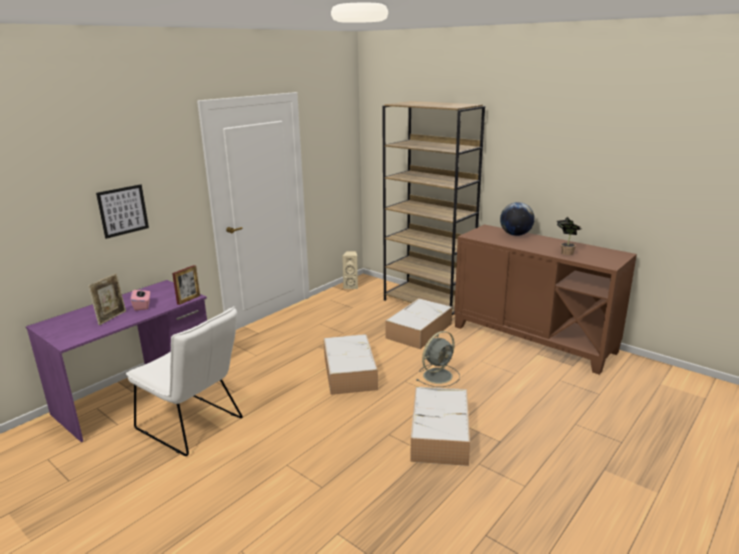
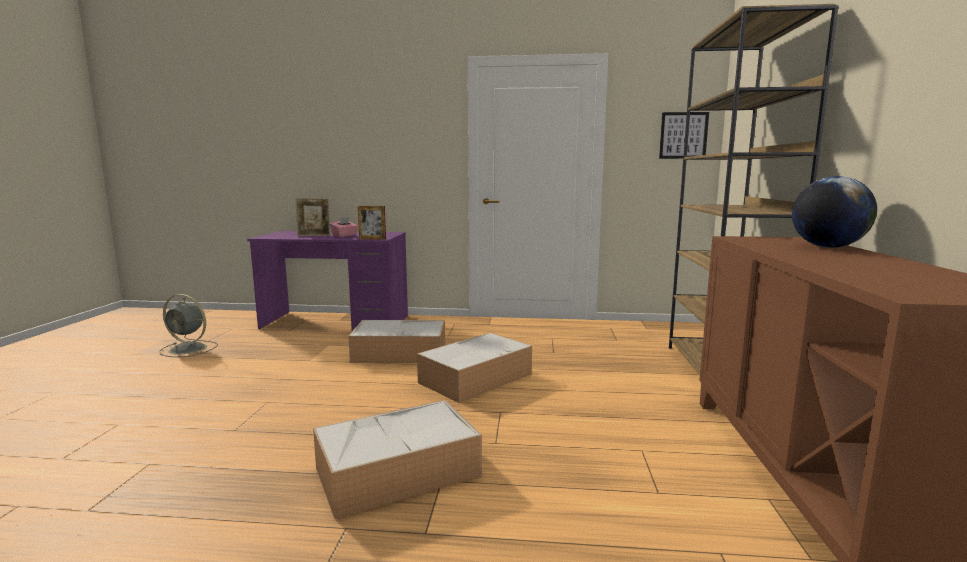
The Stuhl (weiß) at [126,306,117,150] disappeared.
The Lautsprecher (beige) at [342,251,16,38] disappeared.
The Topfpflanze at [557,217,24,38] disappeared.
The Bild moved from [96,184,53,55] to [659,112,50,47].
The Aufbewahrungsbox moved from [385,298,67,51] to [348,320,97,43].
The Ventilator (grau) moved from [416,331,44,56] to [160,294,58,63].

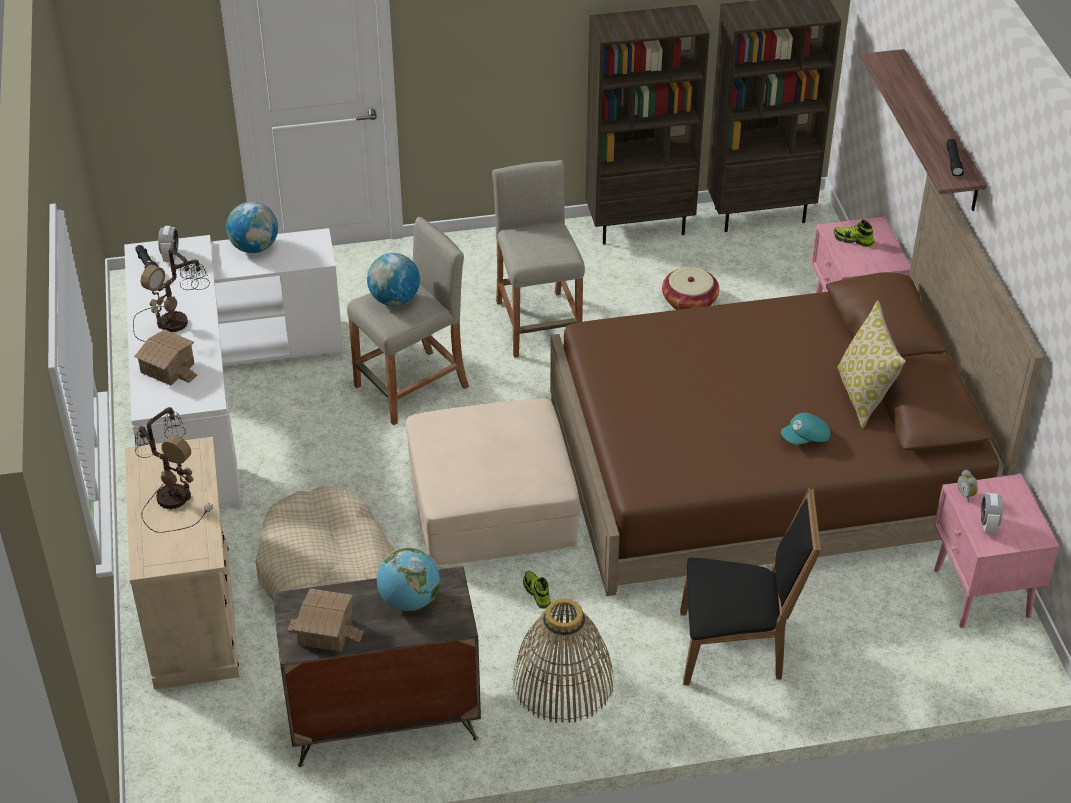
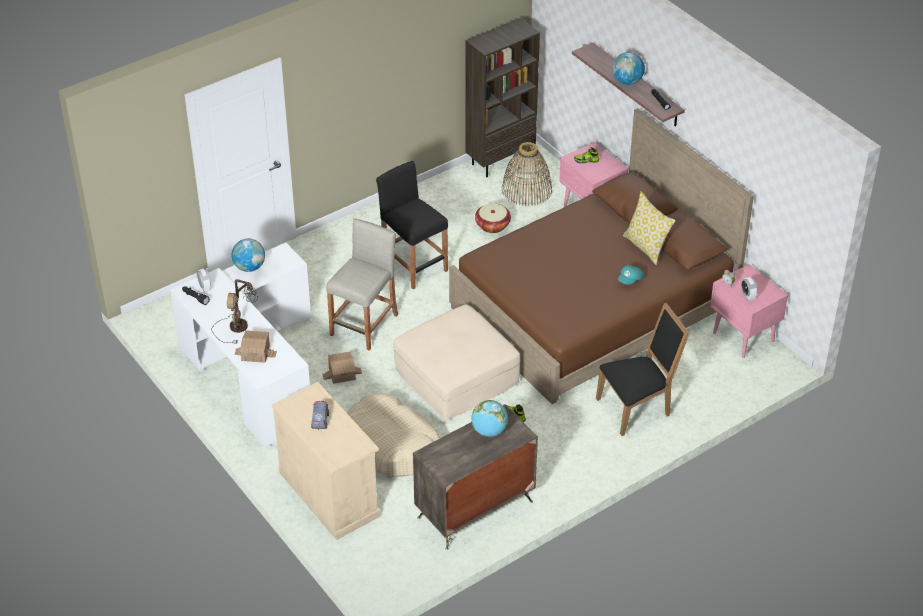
The Bücherregal (braun) at [585,5,125,240] disappeared.
The Spielzeughaus moved from [287,588,77,64] to [323,352,39,32].
The Globus moved from [367,253,53,53] to [612,52,33,33].
The Korb moved from [513,599,101,124] to [502,142,50,64].
The Tischlampe at [135,407,78,126] was replaced by the Spielzeuglaster at [311,401,18,29].
The Hocker (beige) at [492,160,93,198] became the Hocker (schwarz) at [376,161,72,128].

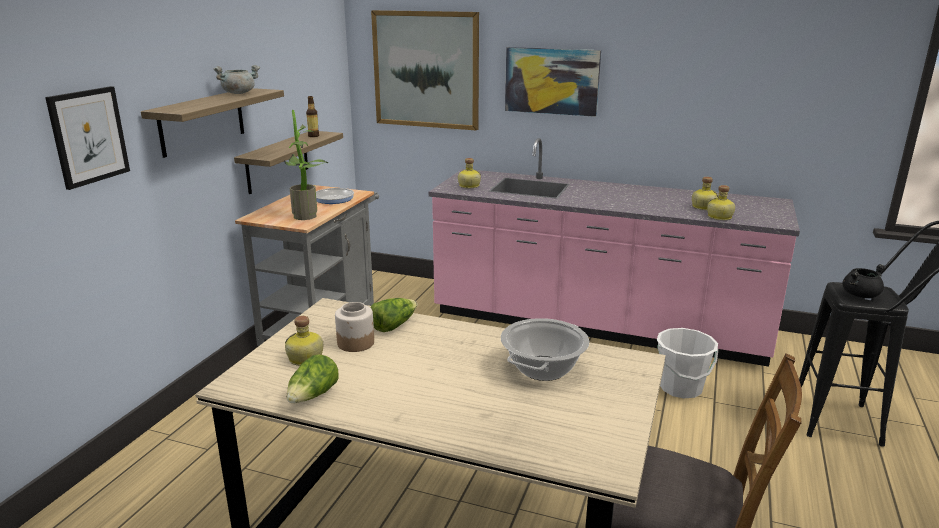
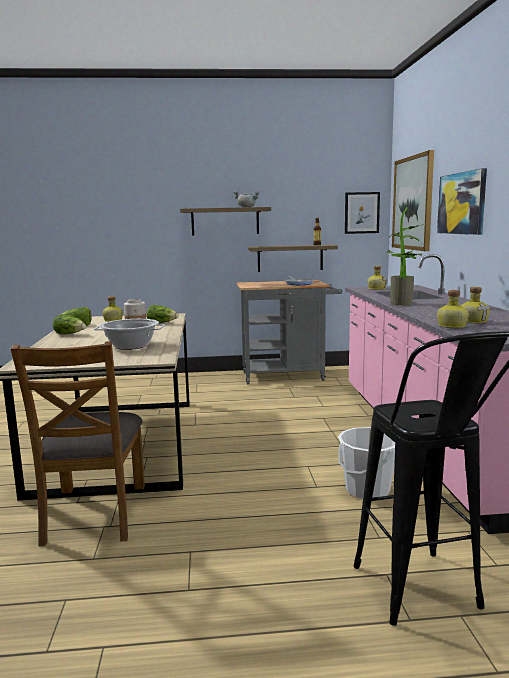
The Kochtopf (schwarz) at [842,264,44,34] disappeared.
The Salatkopf at [53,314,33,21] appeared.
The Bild moved from [45,86,85,104] to [345,192,35,42].
The Topfpflanze moved from [284,110,45,110] to [387,207,37,98].

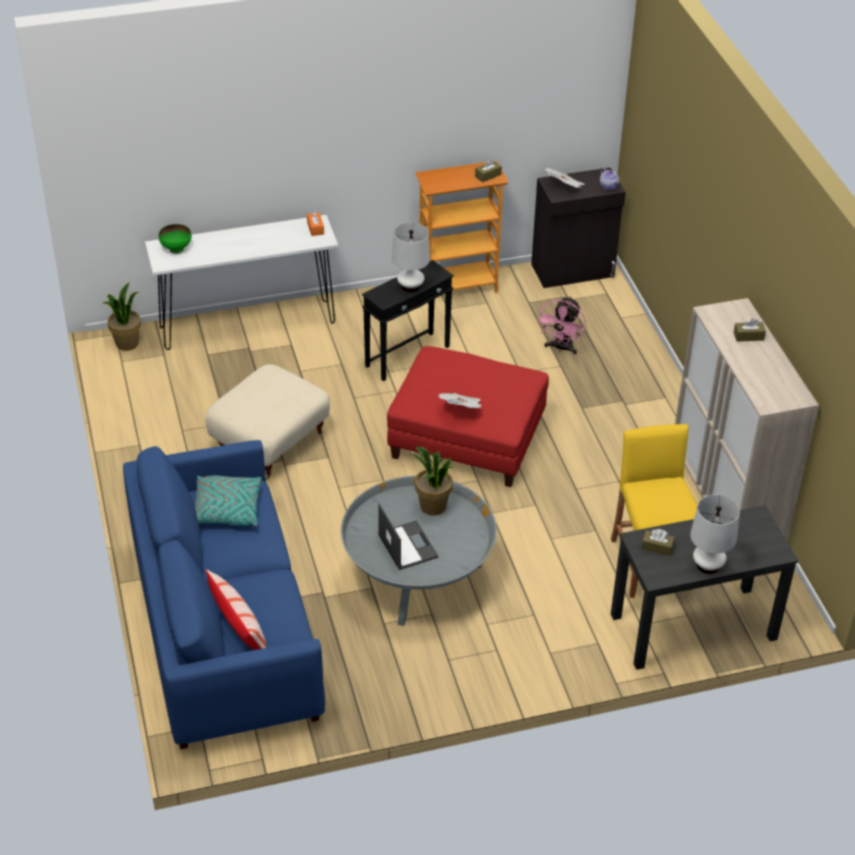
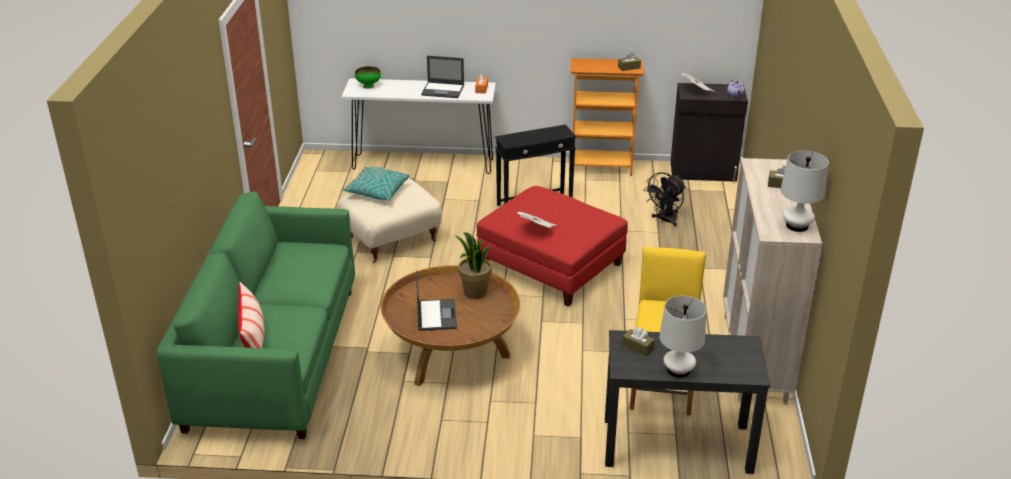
The Topfpflanze at [103,282,38,69] disappeared.
The Laptop at [421,56,43,42] appeared.
The Kissen (türkis) moved from [194,476,68,50] to [342,166,68,35].
The Tischlampe (weiß) moved from [392,222,38,70] to [781,151,48,81].
The Sofa (blau) at [123,440,202,309] became the Sofa (grün) at [157,192,198,247].
The Couchtisch (grau) at [341,476,156,150] became the Couchtisch (braun) at [381,265,139,121].
The Ventilator (rosa) at [536,296,50,58] became the Ventilator (schwarz) at [643,172,43,55].

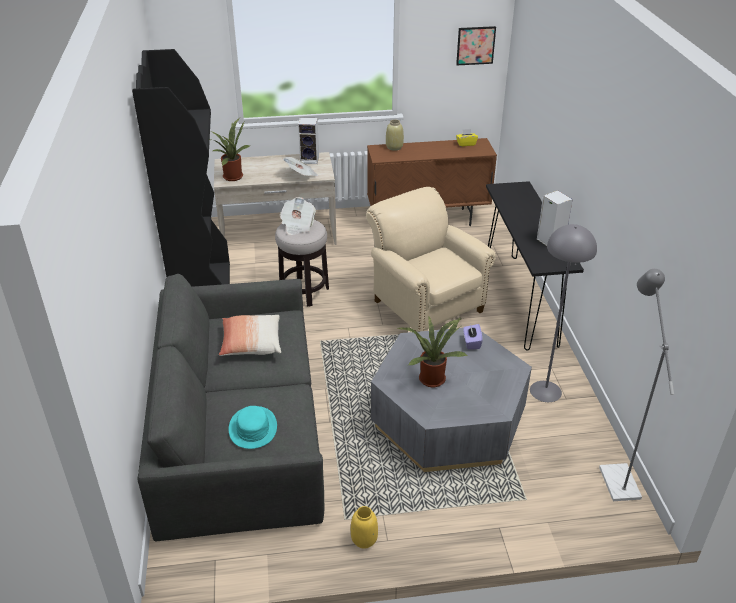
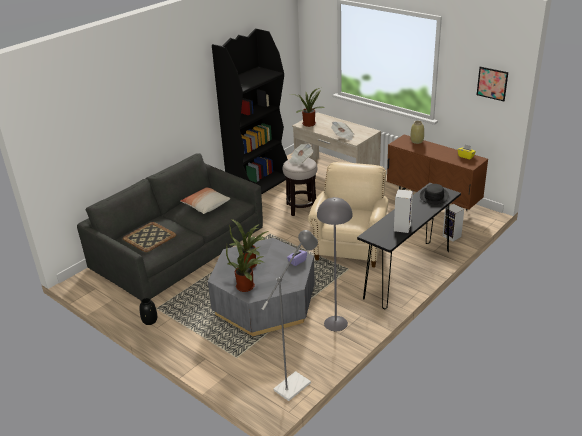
The Topfpflanze at [226,237,38,55] appeared.
The Hut (schwarz) at [420,184,29,20] appeared.
The Lautsprecher moved from [298,117,21,47] to [443,204,21,38].
The Hut (türkis) at [229,406,48,43] was replaced by the Tablett at [123,222,53,30].
The Vase (gelb) at [351,506,27,42] became the Vase (schwarz) at [139,298,18,27].

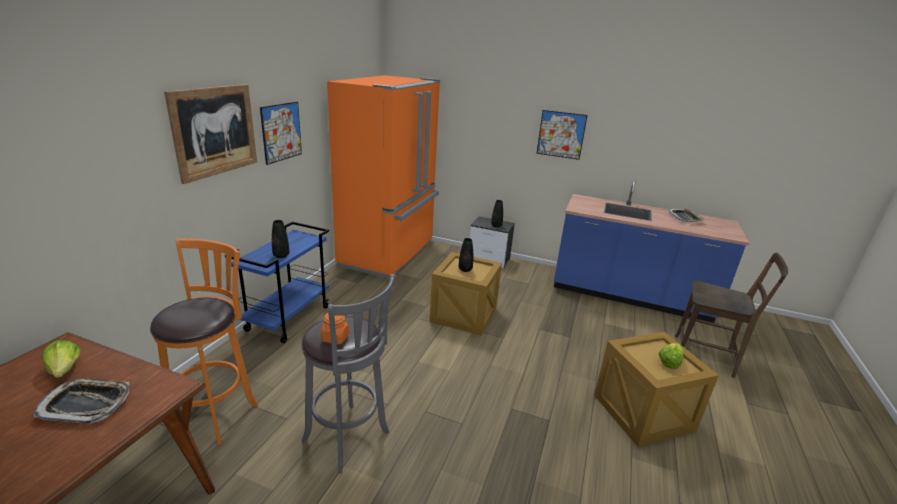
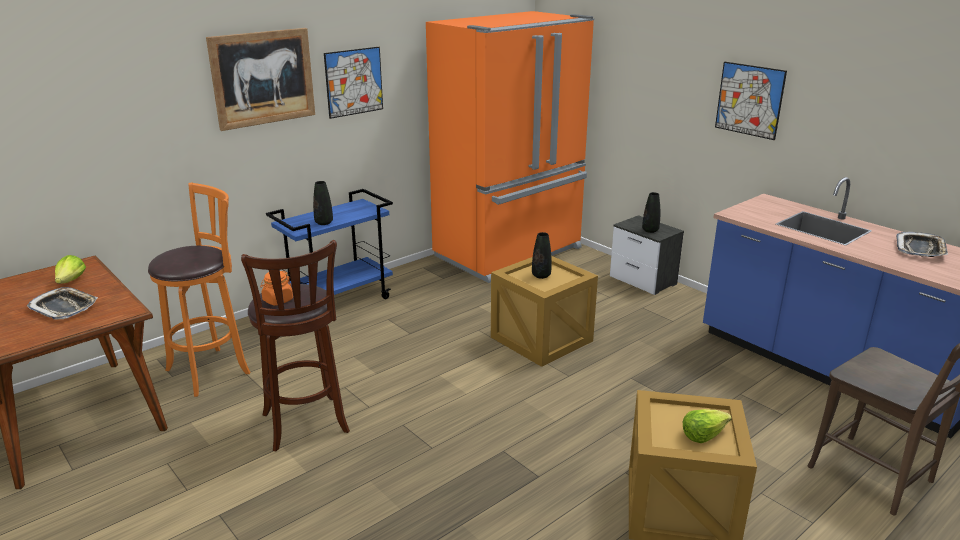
The Hocker (grau) at [302,274,93,199] became the Hocker (braun) at [241,240,109,212].

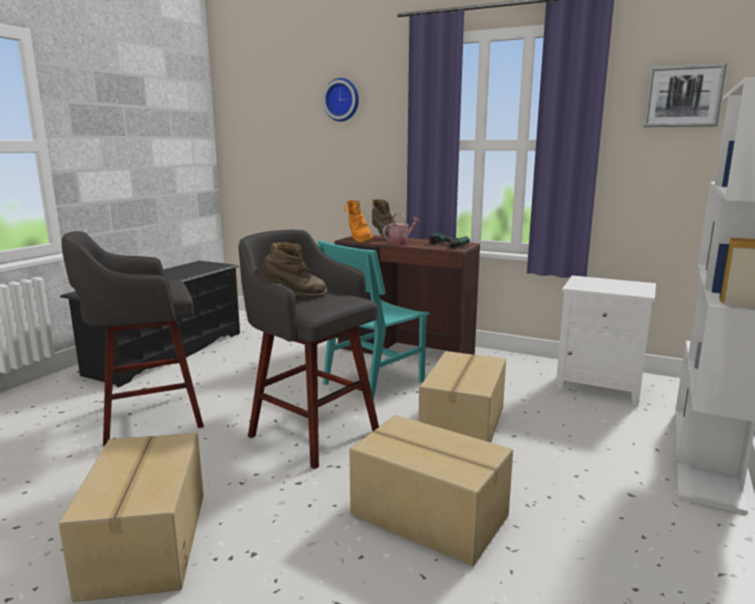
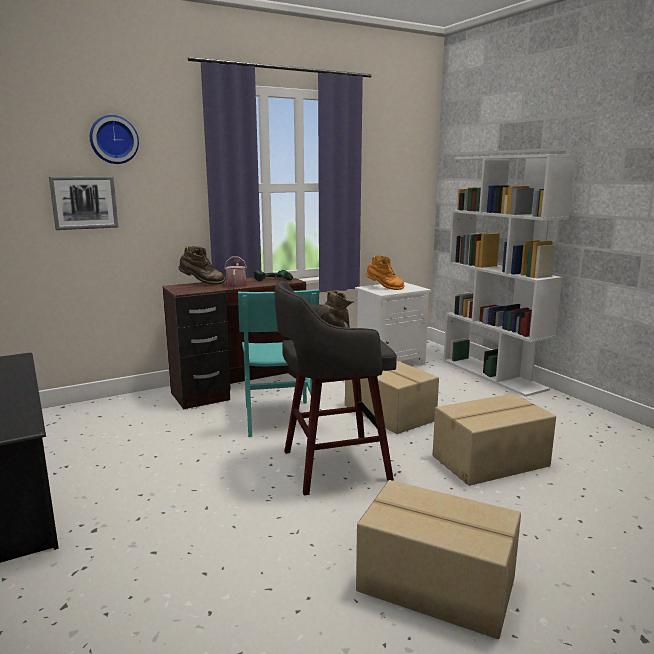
The Hocker (grau) at [61,231,143,215] disappeared.
The Stiefel (orange) moved from [344,200,29,42] to [366,256,39,34].
The Bild moved from [643,63,84,64] to [49,176,69,54].

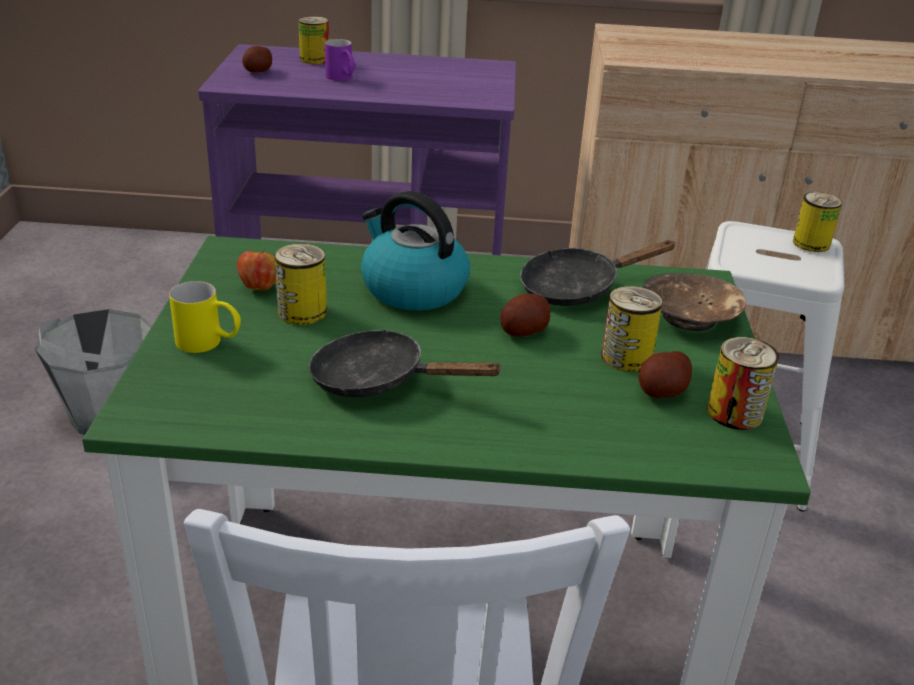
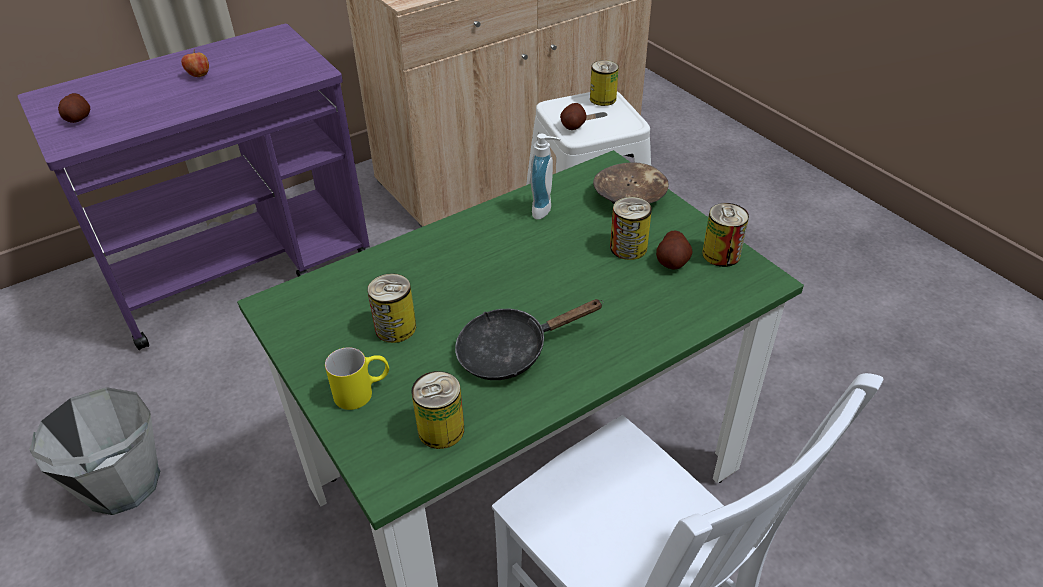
The Henkelbecher (lila) at [325,39,31,42] disappeared.
The Wasserkessel at [361,191,109,120] disappeared.
The Apfel moved from [237,247,39,44] to [181,50,28,27].
The Dose moved from [298,16,31,48] to [411,371,53,78].
The Kartoffel moved from [500,294,50,43] to [560,103,26,27].
The Pfanne (schwarz) at [520,240,156,66] was replaced by the Seifenspender at [530,134,30,85].

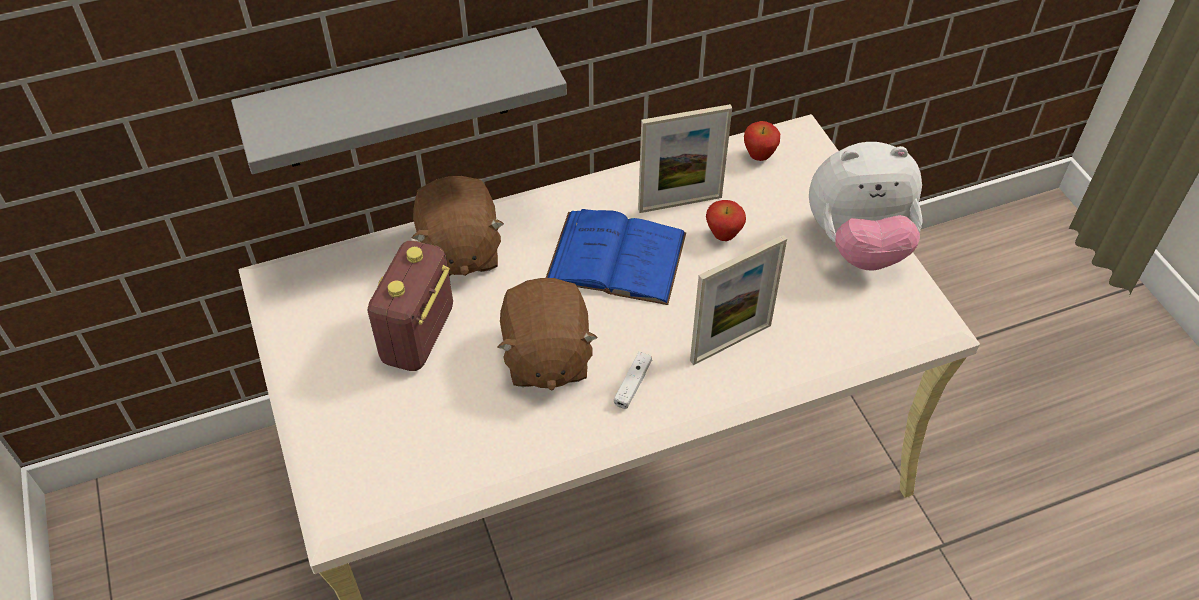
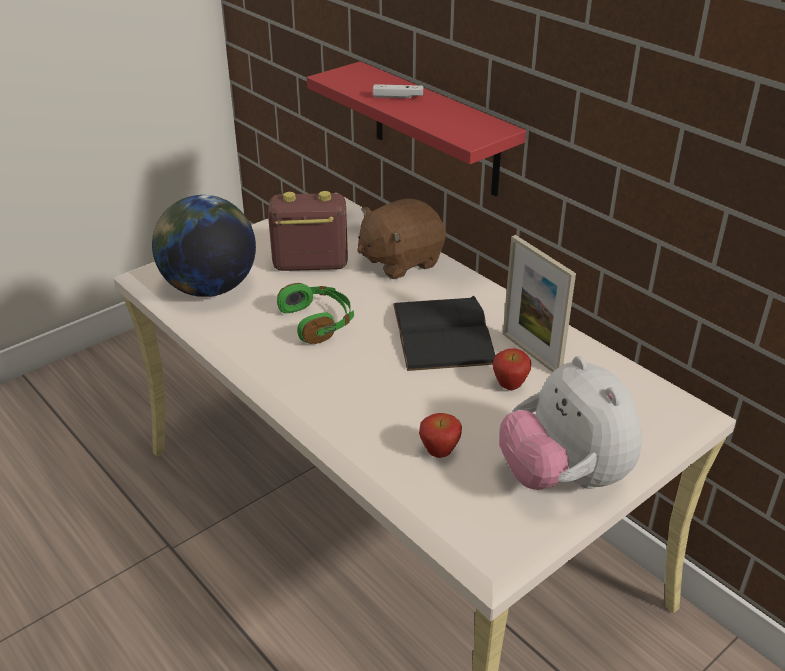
The Bilderrahmen at [690,235,97,130] disappeared.
The Globus at [152,195,104,102] appeared.
The Gamepad (weiß) moved from [614,352,38,57] to [373,84,50,14].
The Apfel moved from [744,121,36,40] to [419,413,43,45].
The Plüschtier (braun) at [498,278,100,112] was replaced by the Kopfhörer (grün) at [277,283,77,61].
The Wandregal (grau) at [231,28,336,146] became the Wandregal (rot) at [307,61,219,135].
The Buch (blau) at [546,209,140,96] became the Buch (schwarz) at [393,296,103,75].

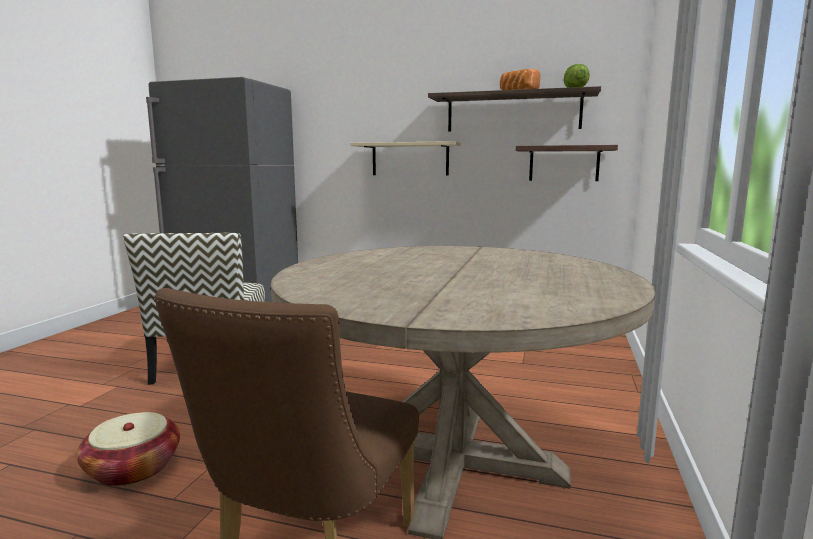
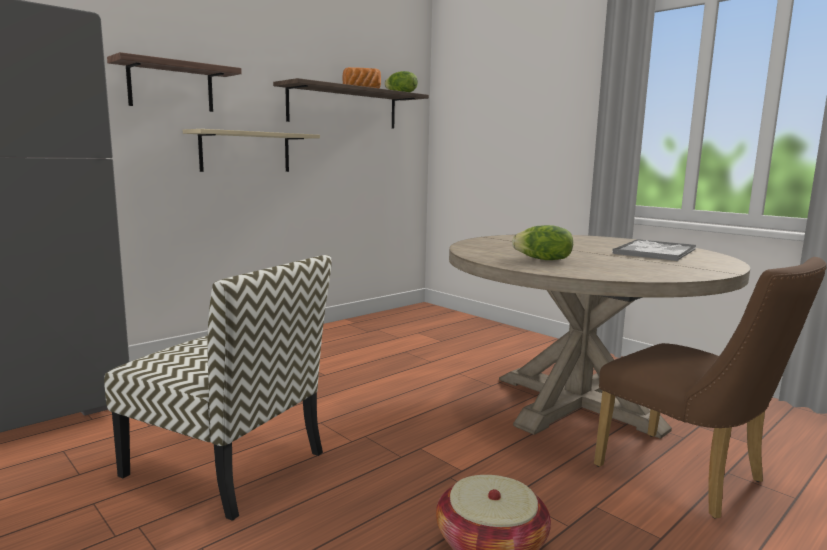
The Salatkopf at [512,225,61,35] appeared.
The Tablett at [612,239,85,22] appeared.
The Wandregal moved from [516,145,102,36] to [107,52,135,60].

